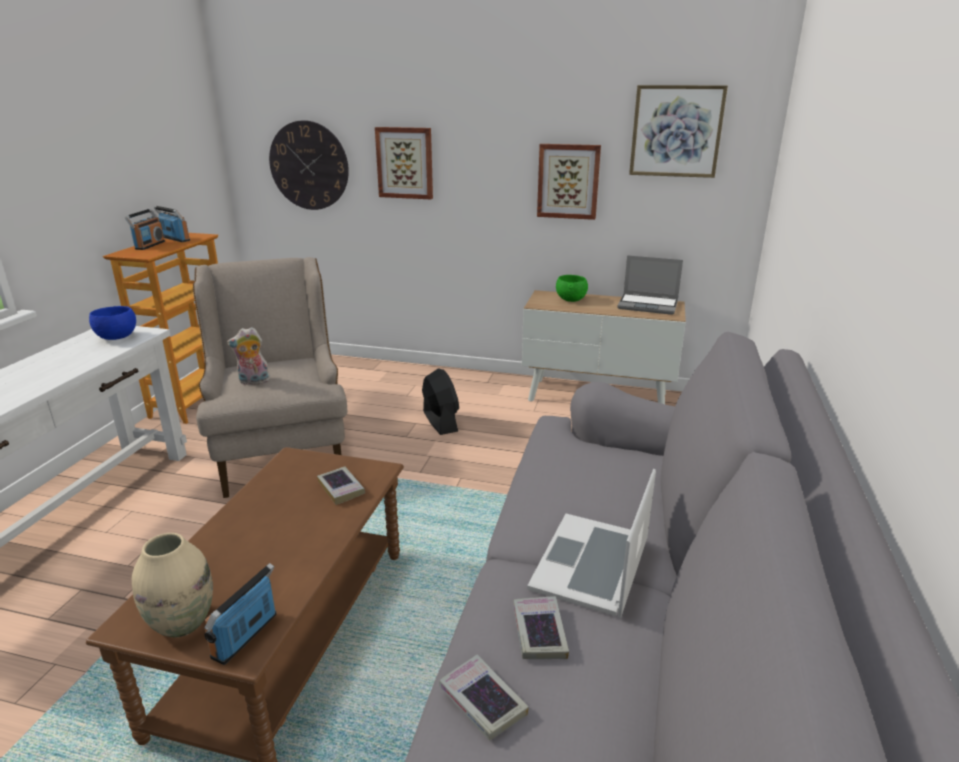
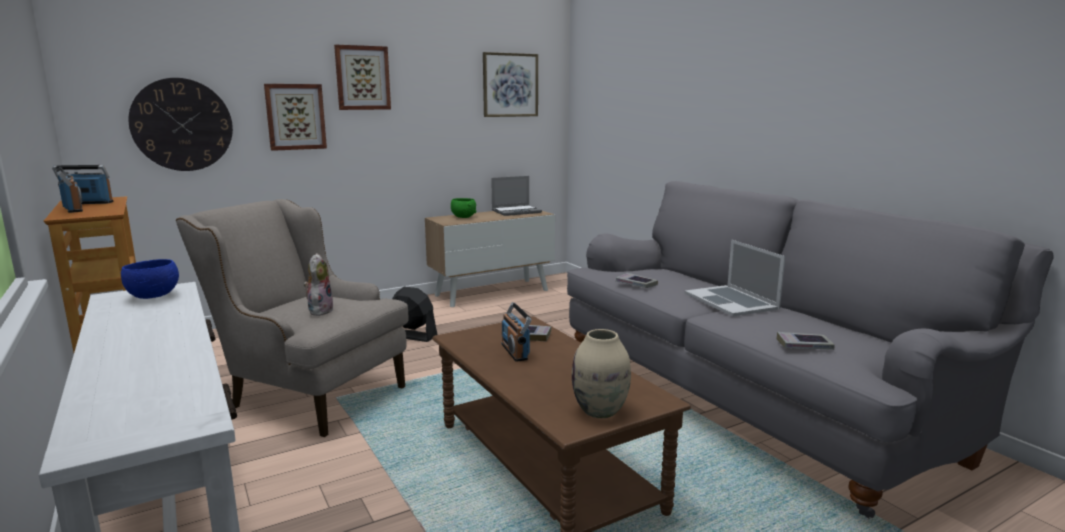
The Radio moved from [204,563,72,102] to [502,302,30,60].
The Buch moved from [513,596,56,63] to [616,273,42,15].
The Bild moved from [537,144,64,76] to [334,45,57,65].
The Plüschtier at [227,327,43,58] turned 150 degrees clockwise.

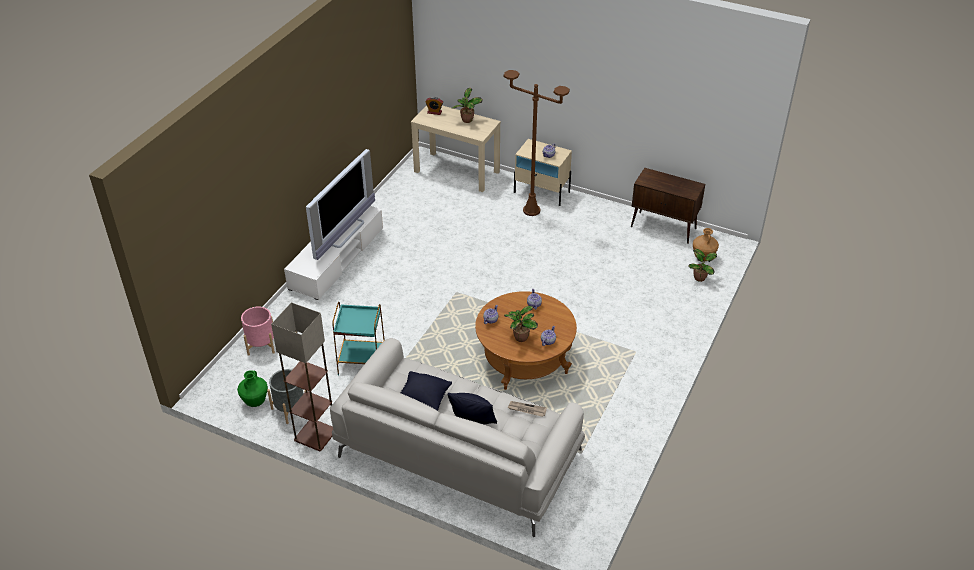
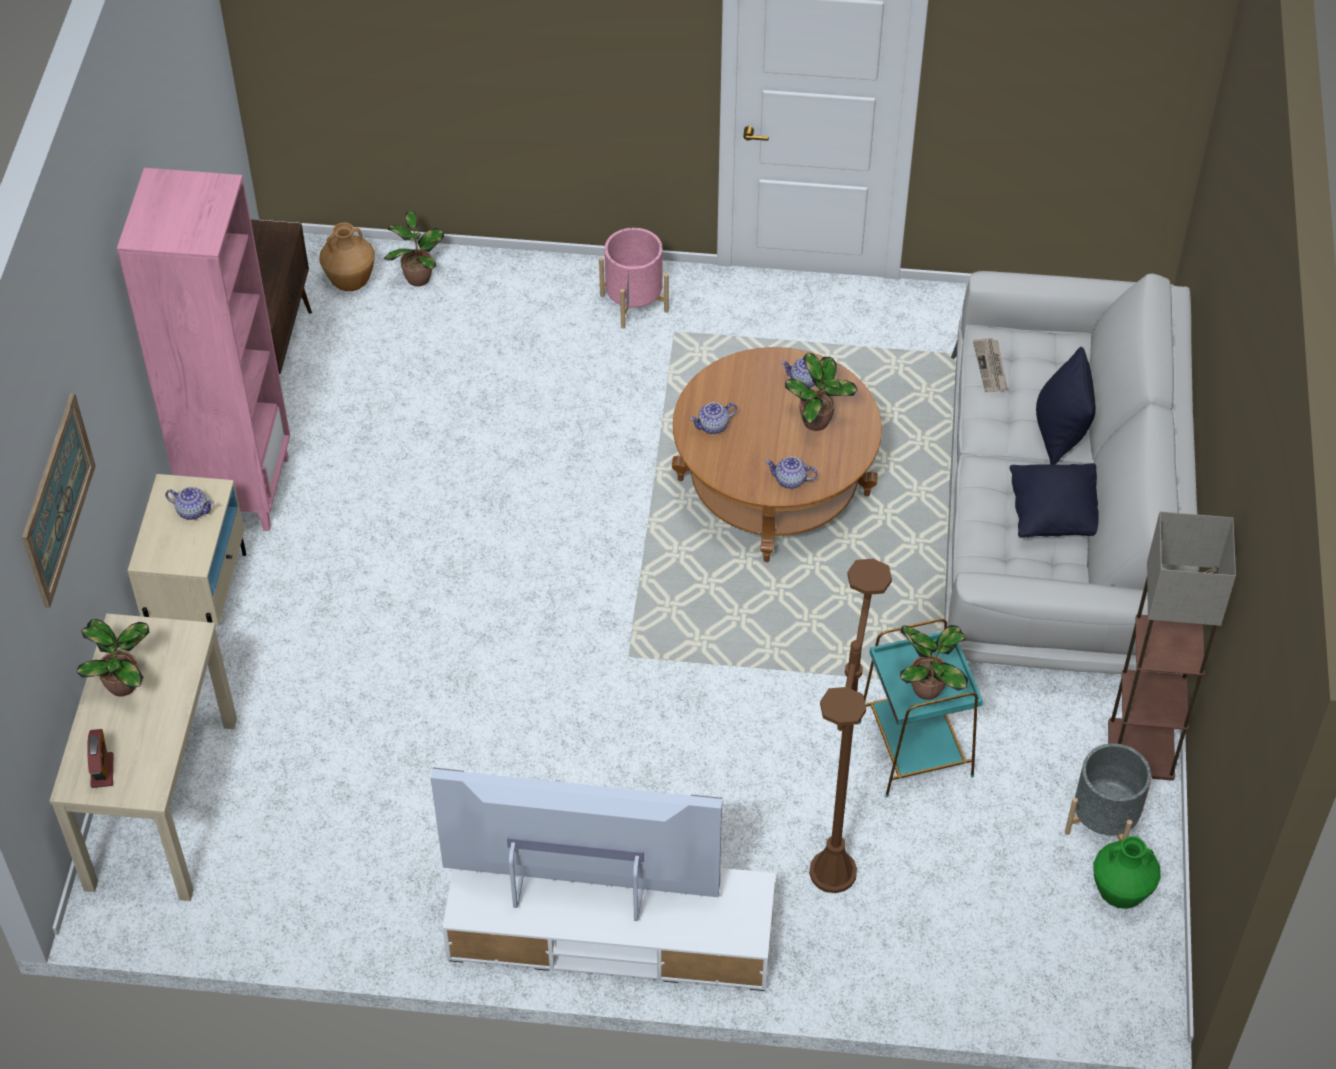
The Bild at [22,393,74,215] appeared.
The Bücherregal (rosa) at [117,168,173,363] appeared.
The Topfpflanze at [900,625,68,75] appeared.
The Pflanzkübel (rosa) moved from [241,306,34,50] to [599,228,70,101].
The Stehlampe (braun) moved from [504,70,66,146] to [809,559,83,334].

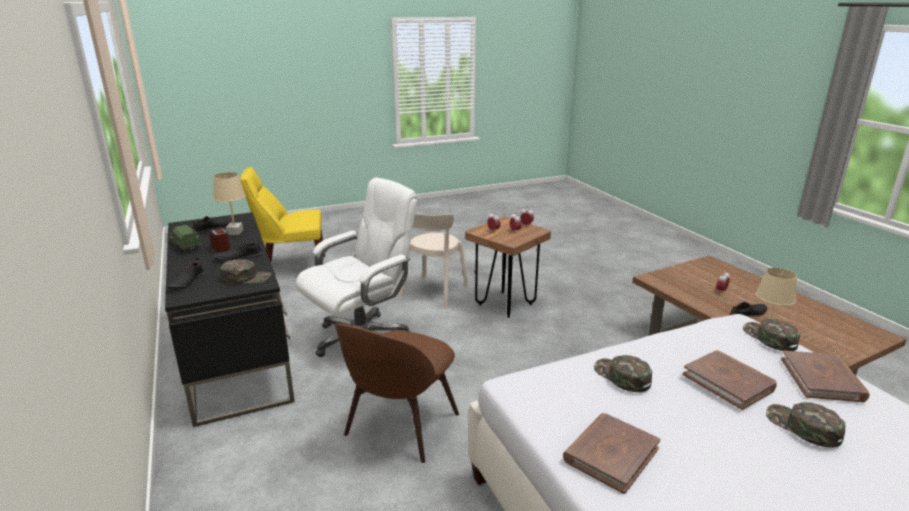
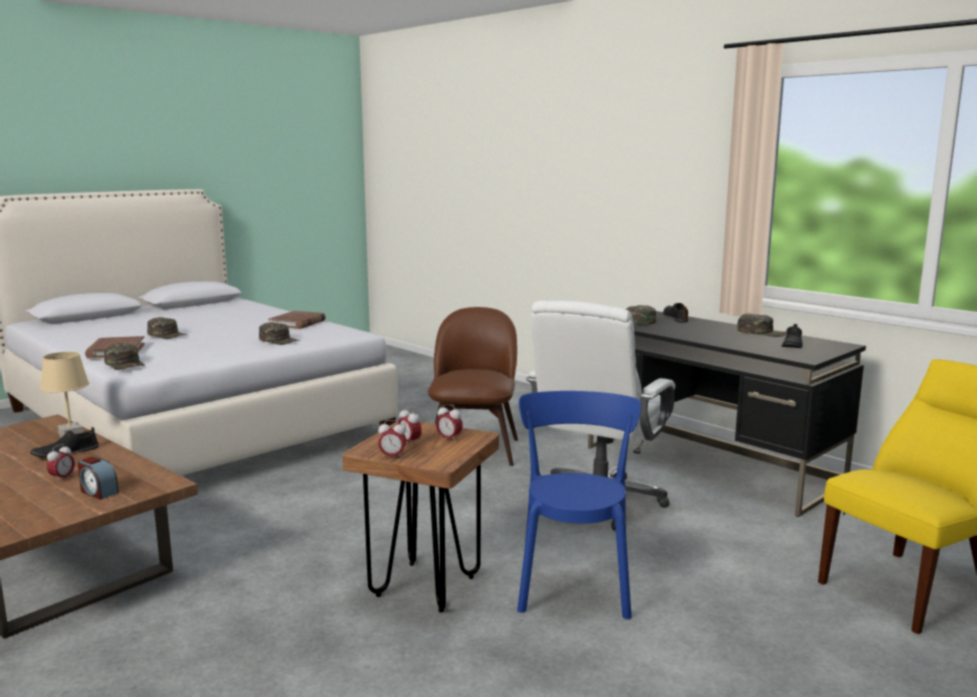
The Tischlampe (beige) at [213,172,33,63] disappeared.
The Schuh (schwarz) at [213,240,49,21] disappeared.
The Buch (braun) at [683,350,94,60] disappeared.
The Wecker moved from [210,228,21,25] to [78,457,41,43].
The Spielzeuglaster at [169,225,32,27] was replaced by the Kappe (grün) at [737,313,50,24].
The Stuhl (beige) at [398,214,71,94] became the Stuhl (blau) at [517,391,124,228].

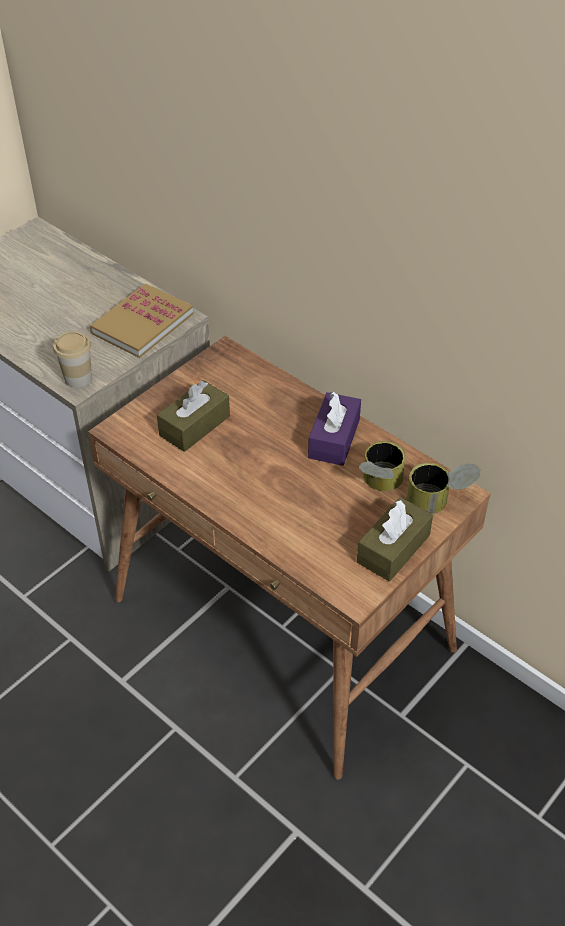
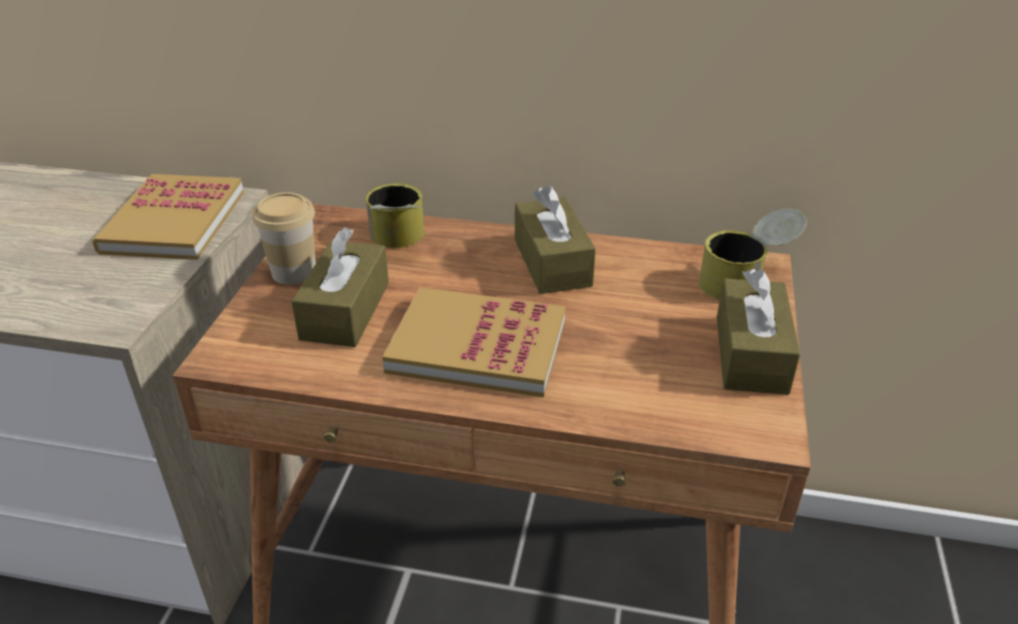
The Buch at [382,287,184,110] appeared.
The Tasse moved from [53,331,39,57] to [252,192,64,93].
The Dose moved from [359,441,47,50] to [366,183,59,65].
The Taschentuchbox (lila) at [308,392,53,74] became the Taschentuchbox (braun) at [515,185,81,109].

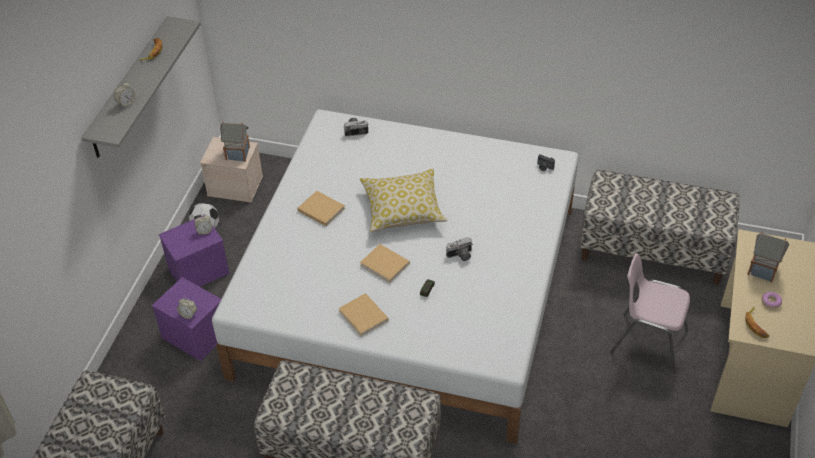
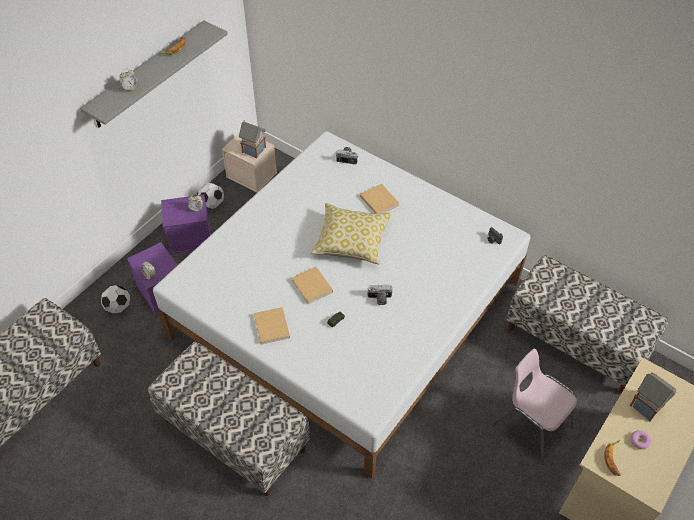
The Fußball at [101,285,29,29] appeared.
The Buch (beige) moved from [297,191,48,35] to [360,184,39,29].

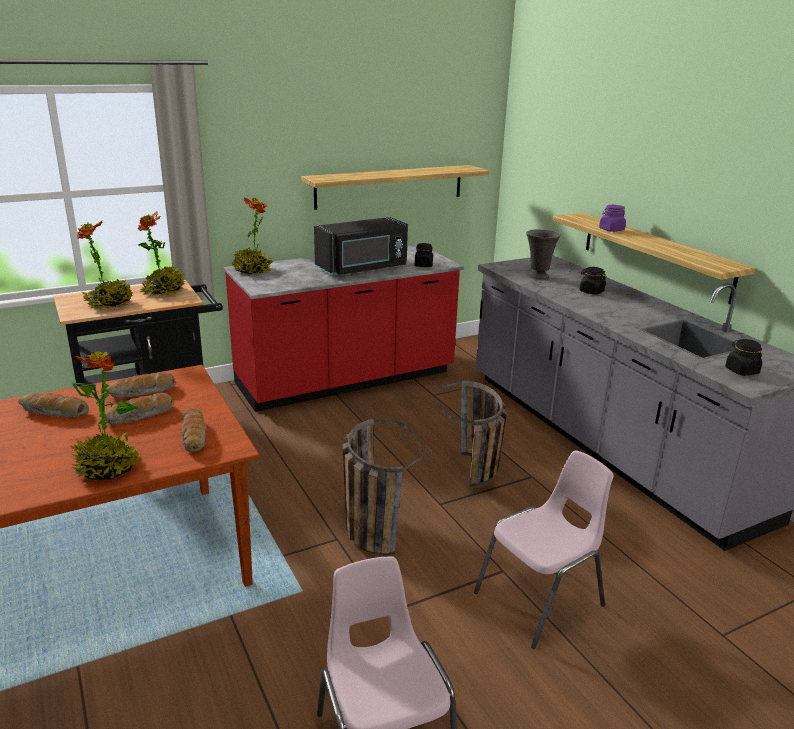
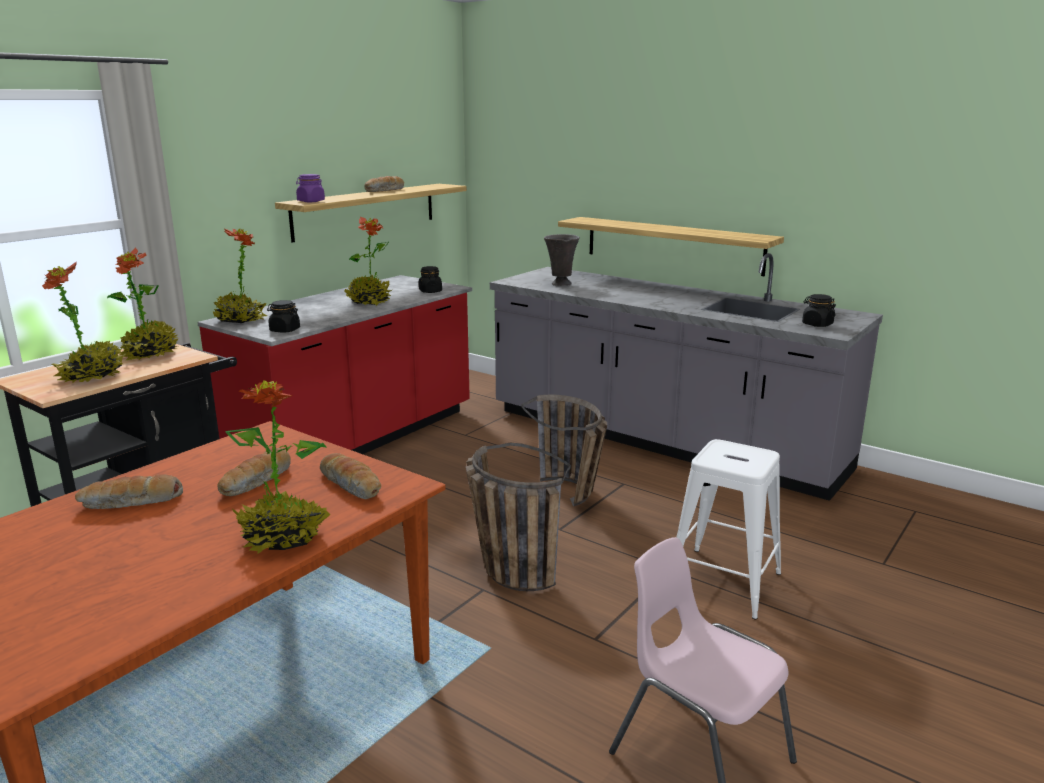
The Brot moved from [107,372,69,26] to [364,176,40,16].
The Vorratsglas (schwarz) moved from [580,267,27,28] to [267,300,33,33].
The Vorratsglas (lila) moved from [599,205,27,27] to [296,174,29,28].
The Mikrowelle (schwarz) at [314,217,94,58] was replaced by the Topfpflanze at [344,216,48,90].
The Stuhl (rosa) at [474,450,139,199] was replaced by the Hocker (weiß) at [677,439,104,180].

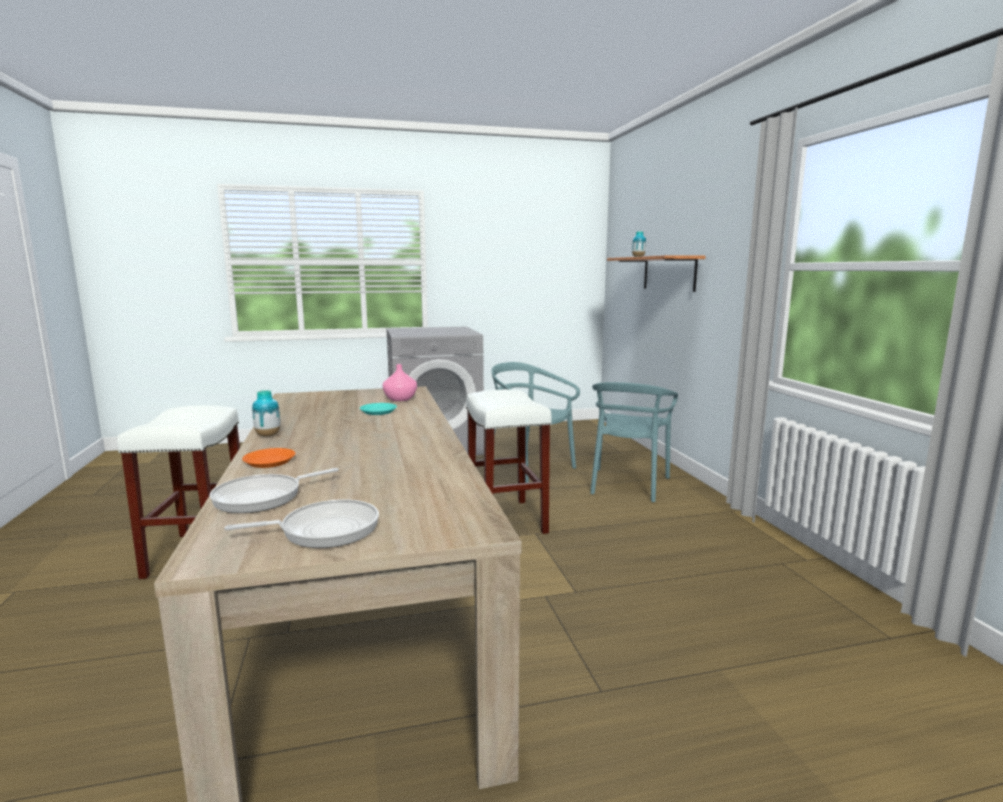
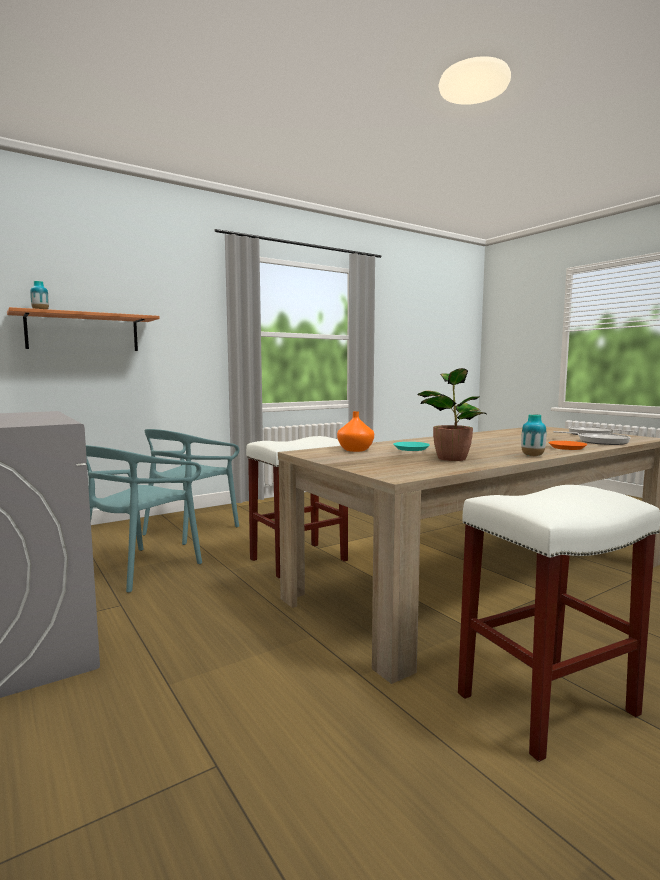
The Topfpflanze at [417,368,70,93] appeared.
The Vase (rosa) at [383,364,34,37] became the Vase (orange) at [337,411,37,41].
The Stuhl (türkis) at [590,382,88,120] turned 120 degrees clockwise.

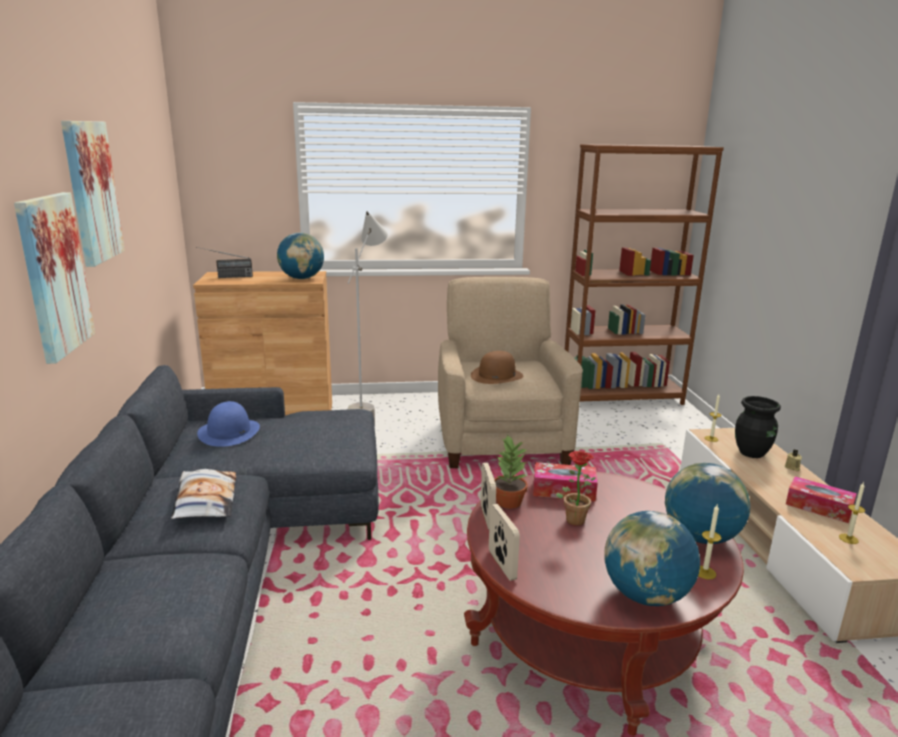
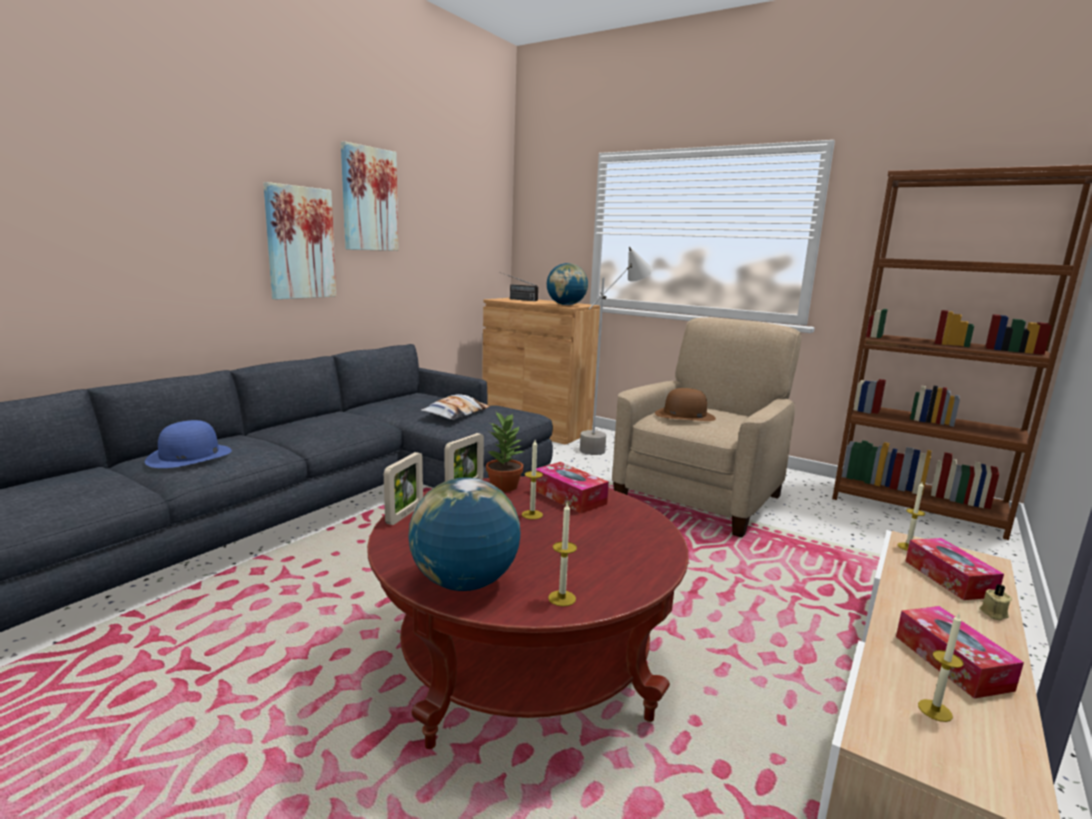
The Globus at [665,463,85,81] disappeared.
The Kissen moved from [171,469,65,50] to [421,394,69,26].
The Hut (blau) moved from [197,401,63,46] to [145,420,87,48].
The Topfpflanze at [556,451,40,75] was replaced by the Kerze at [522,440,21,80].
The Vase (schwarz) at [735,396,46,62] was replaced by the Taschentuchbox at [905,538,99,62].

